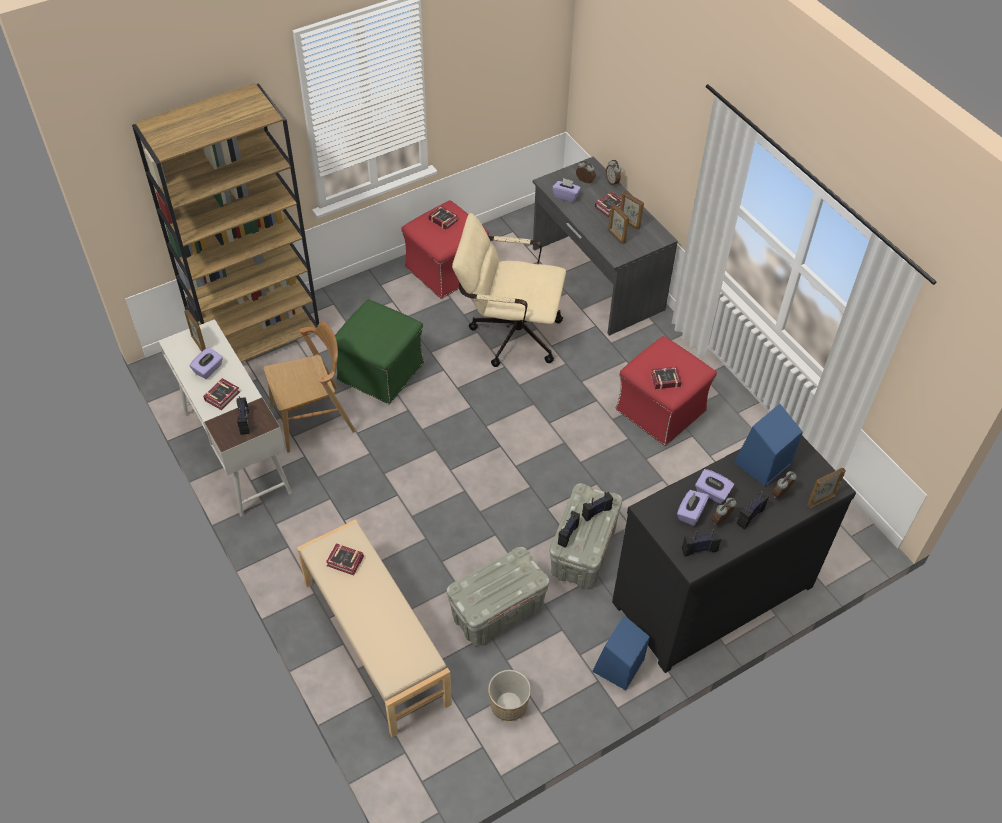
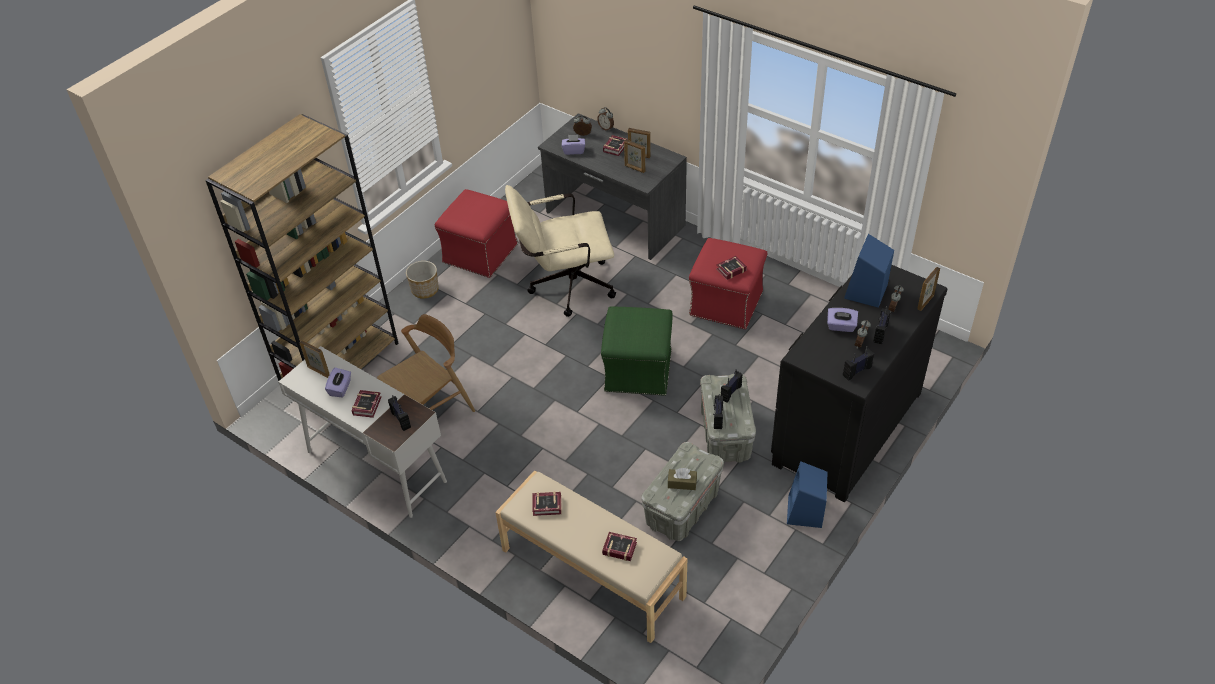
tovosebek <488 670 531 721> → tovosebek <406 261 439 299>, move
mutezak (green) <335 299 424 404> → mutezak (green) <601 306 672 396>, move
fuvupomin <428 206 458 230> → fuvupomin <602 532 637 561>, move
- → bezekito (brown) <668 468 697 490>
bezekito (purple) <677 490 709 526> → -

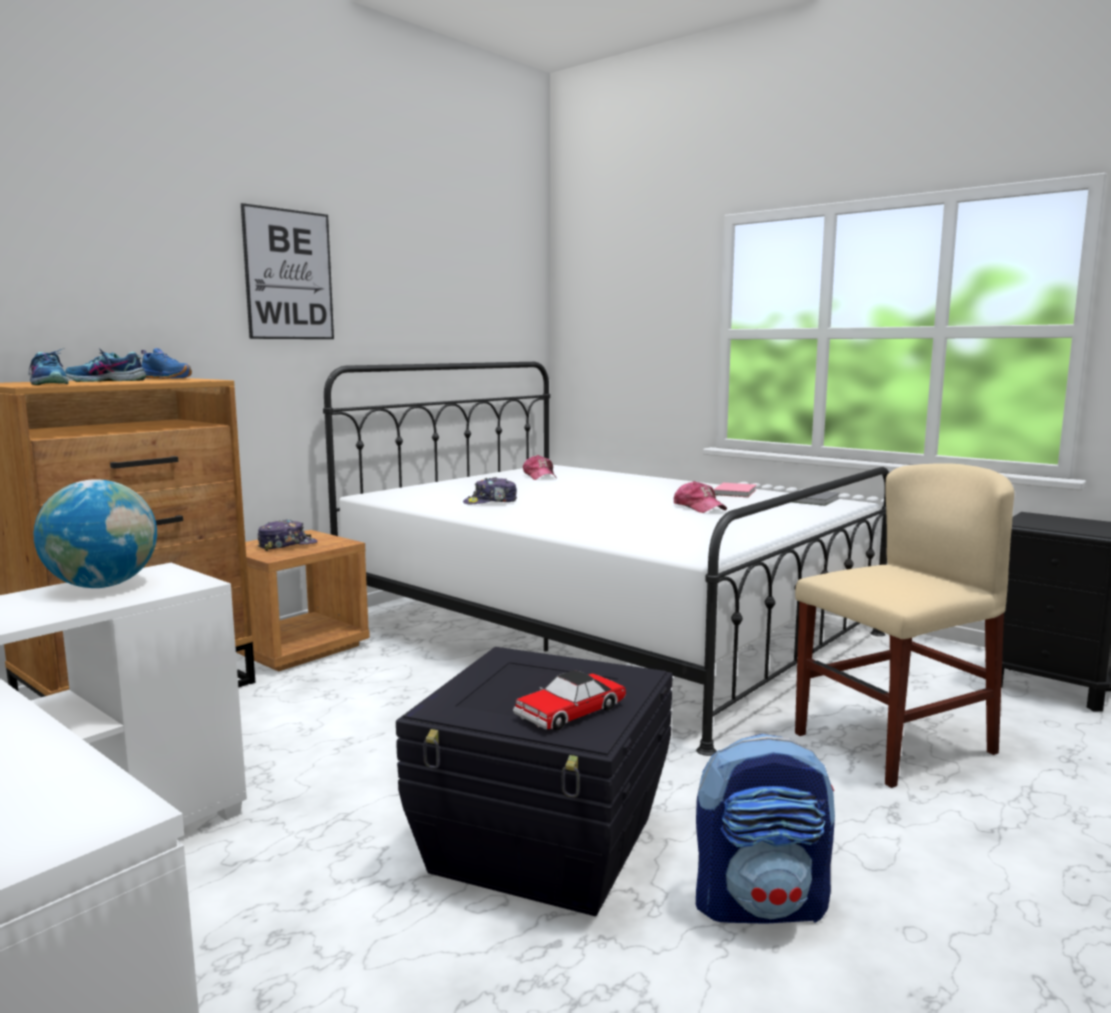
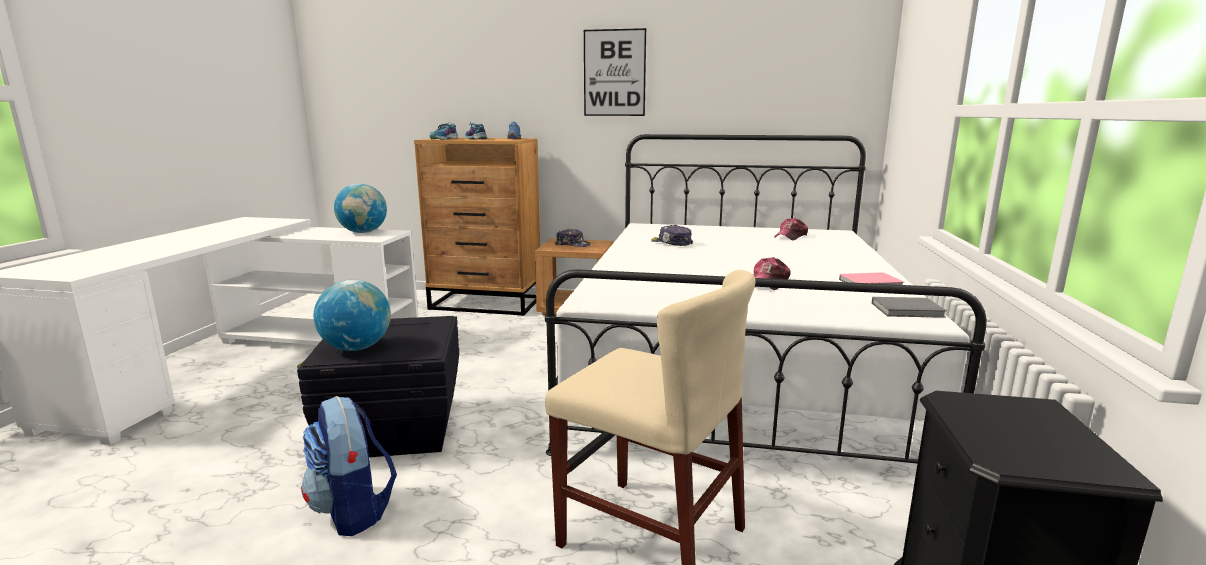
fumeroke <513 670 626 730> → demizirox <313 280 391 351>

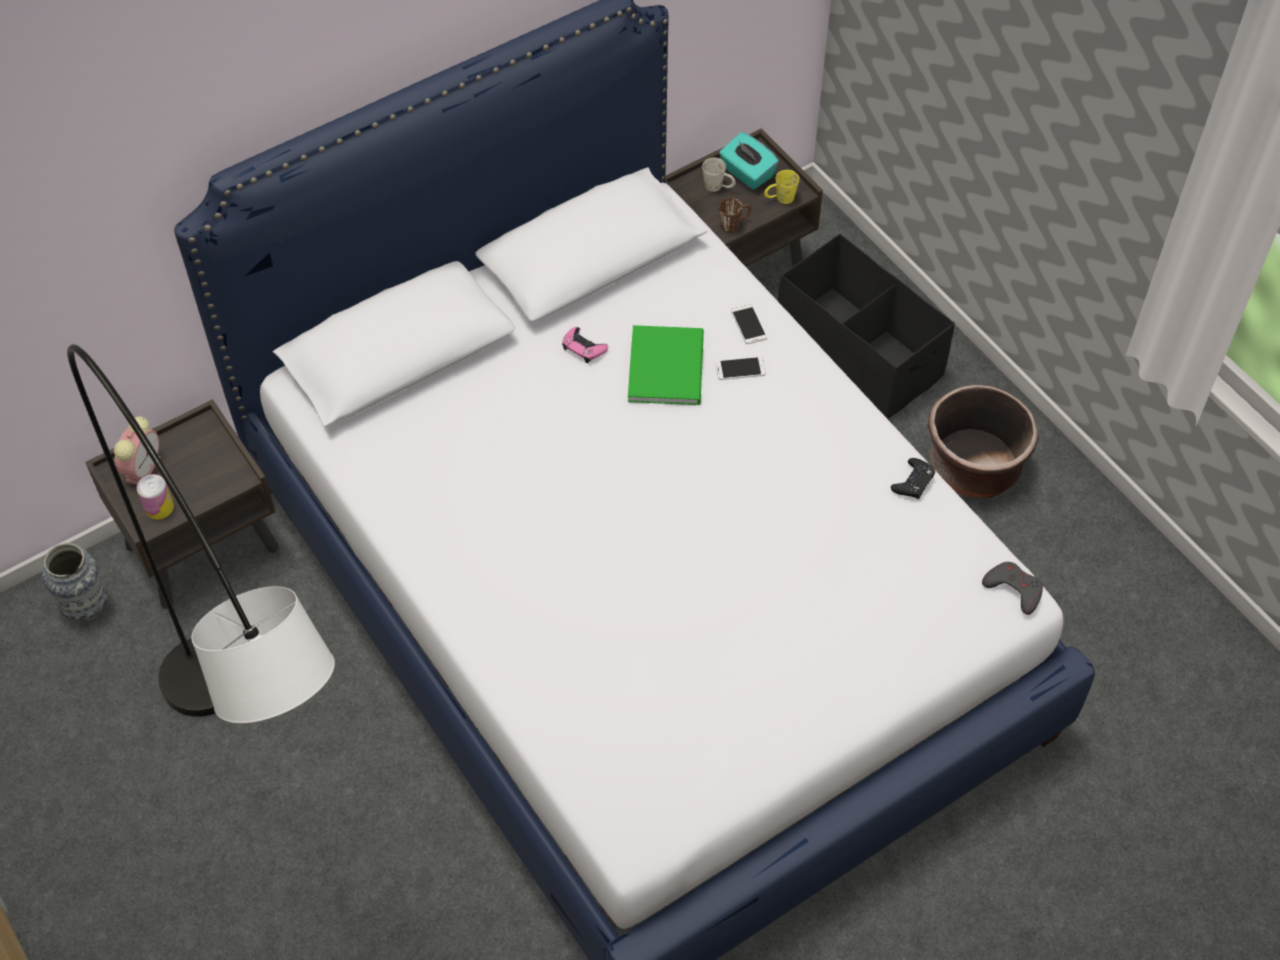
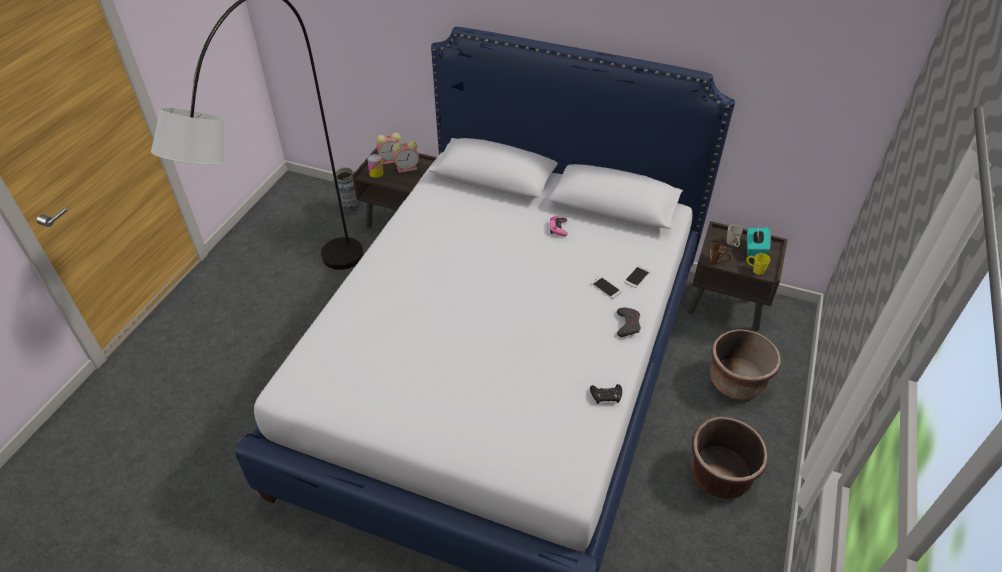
- → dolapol <392 141 419 173>
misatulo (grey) <982 562 1043 615> → misatulo (grey) <617 308 641 337>, move
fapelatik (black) <778 234 955 419> → tovosebek (brown) <710 329 781 400>
fuvupomin (green) <628 325 704 405> → -

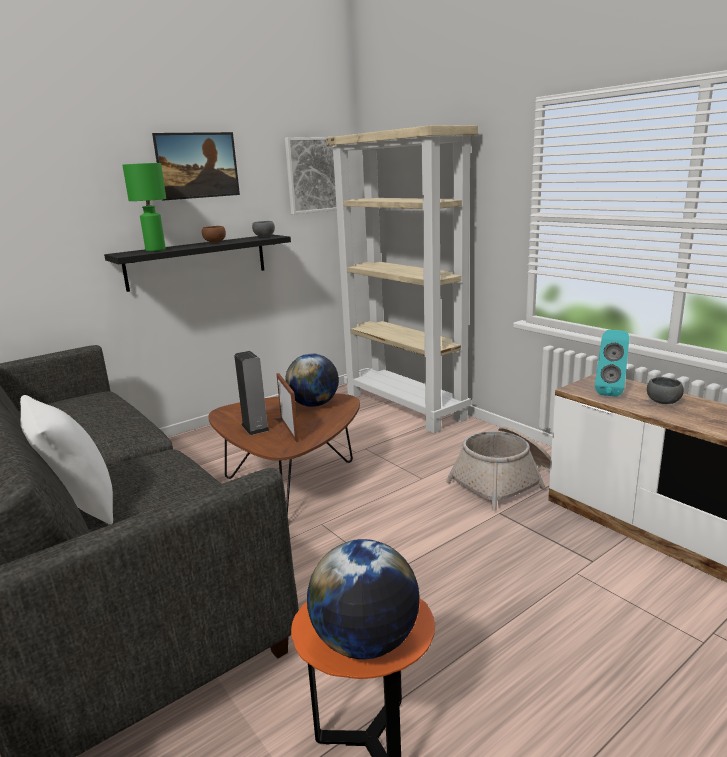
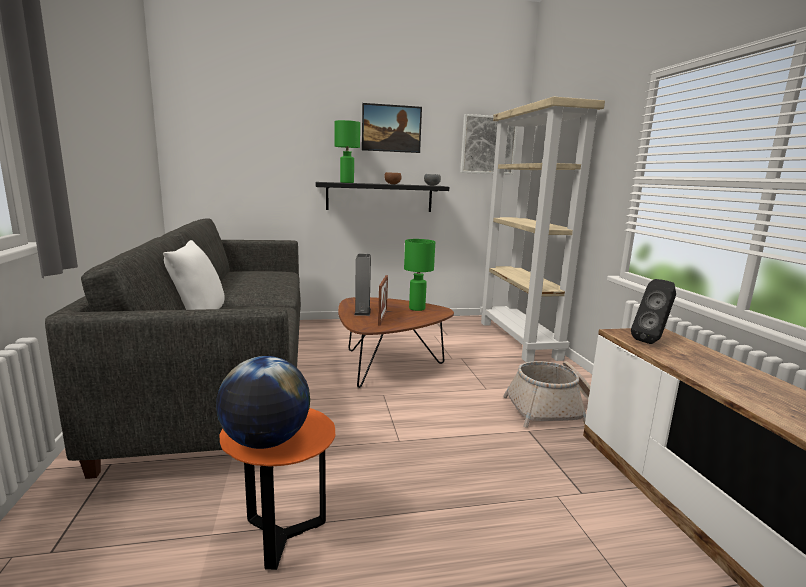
demizirox <285 354 339 407> → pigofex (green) <404 239 435 311>
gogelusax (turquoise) <595 330 629 397> → gogelusax (black) <631 279 676 344>
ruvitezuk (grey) <647 377 684 404> → -

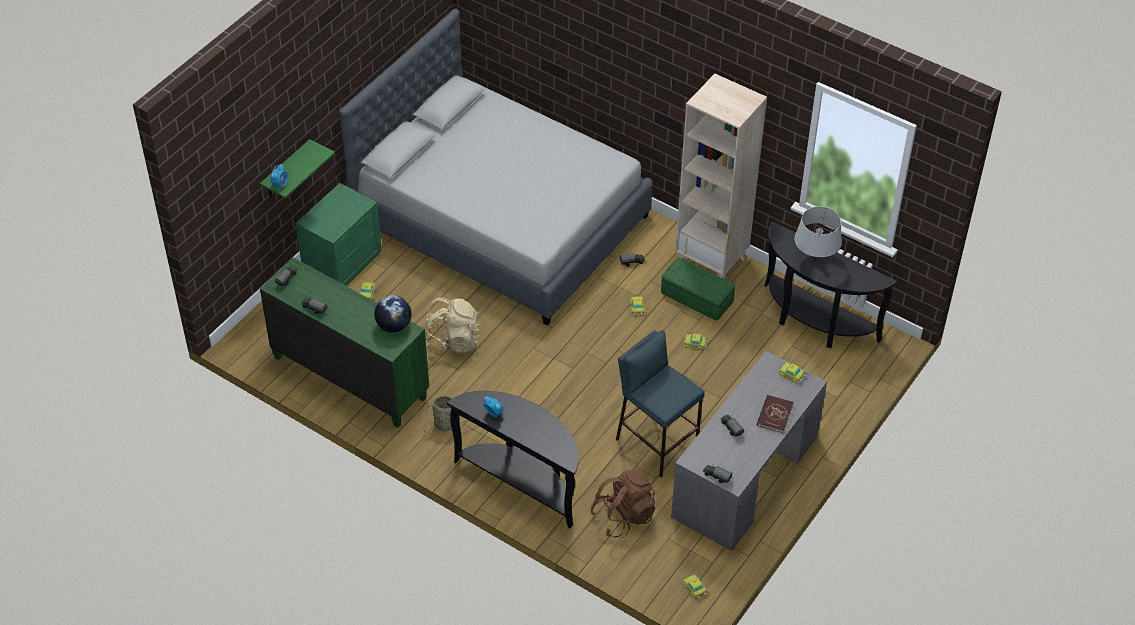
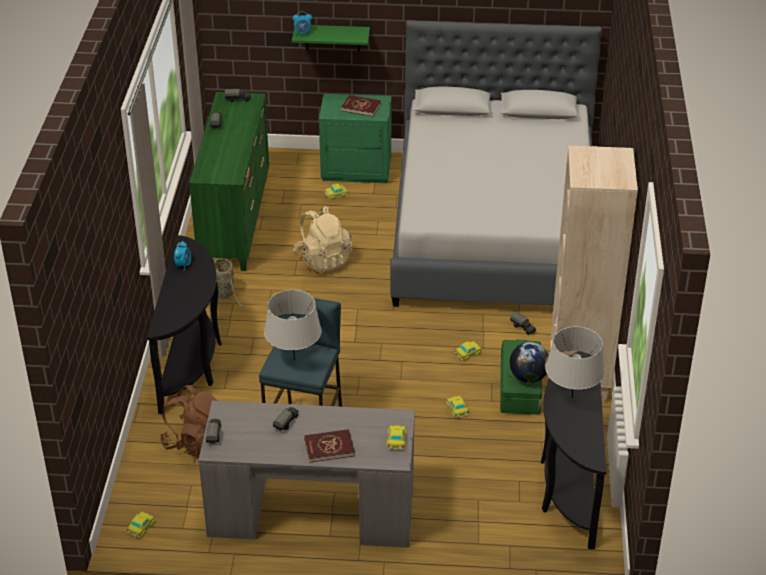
- → pigofex (grey) <264 290 322 360>
- → fuvupomin (red) <341 95 381 117>
demizirox <374 295 412 333> → demizirox <510 342 549 383>, move

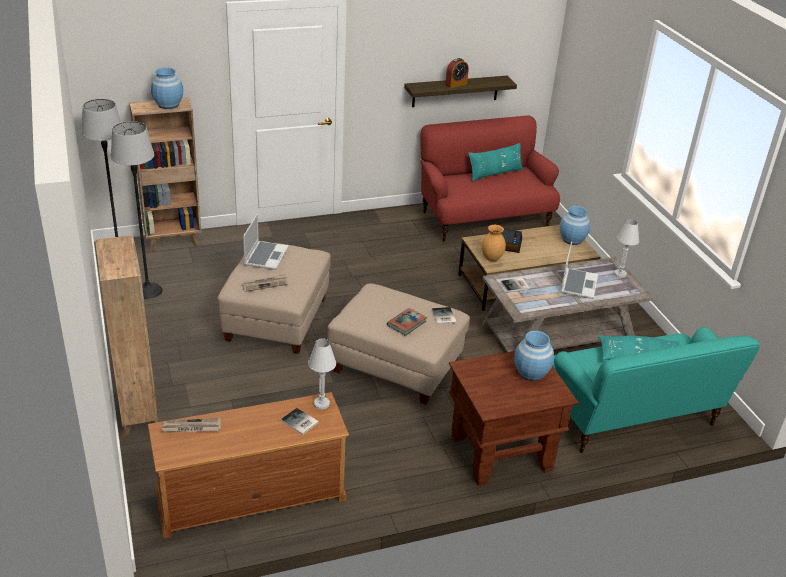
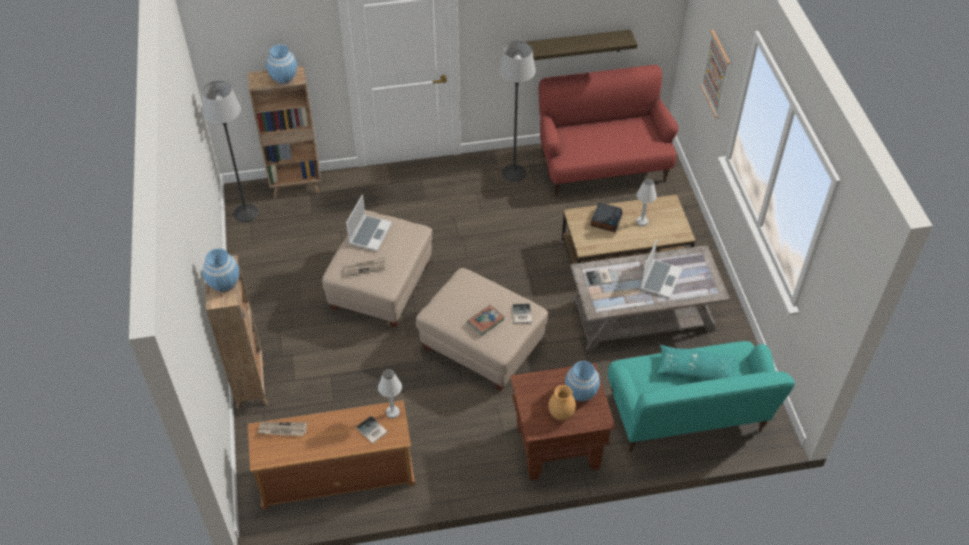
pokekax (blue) <560 206 590 245> → pokekax (blue) <203 248 239 292>, move
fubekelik <111 121 163 299> → fubekelik <499 41 536 182>, move
pokekax (brown) <482 225 506 261> → pokekax (brown) <548 385 576 421>, move
pigofex (white) <614 219 639 278> → pigofex (white) <636 179 657 226>, move
- → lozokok <700 29 730 118>
dolapol <445 58 469 88> → -
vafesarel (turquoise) <468 143 523 182> → -

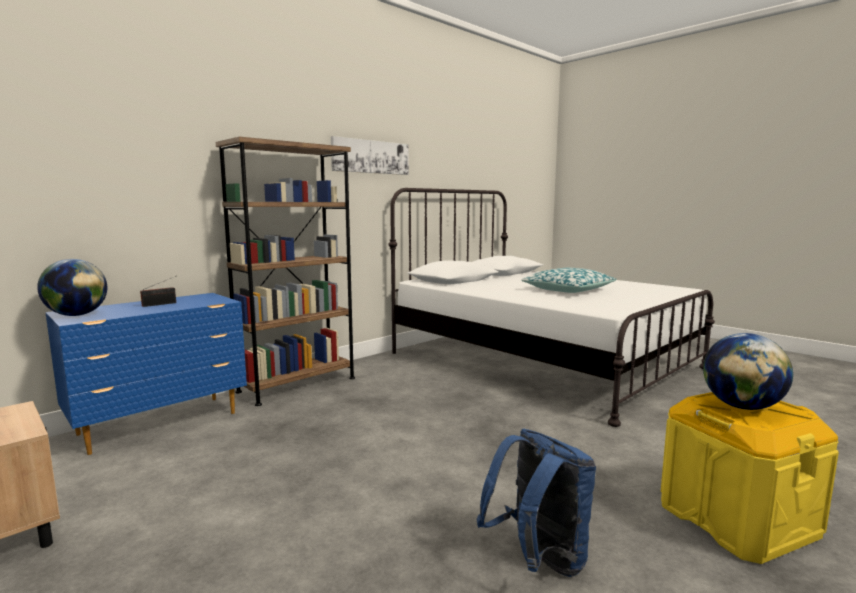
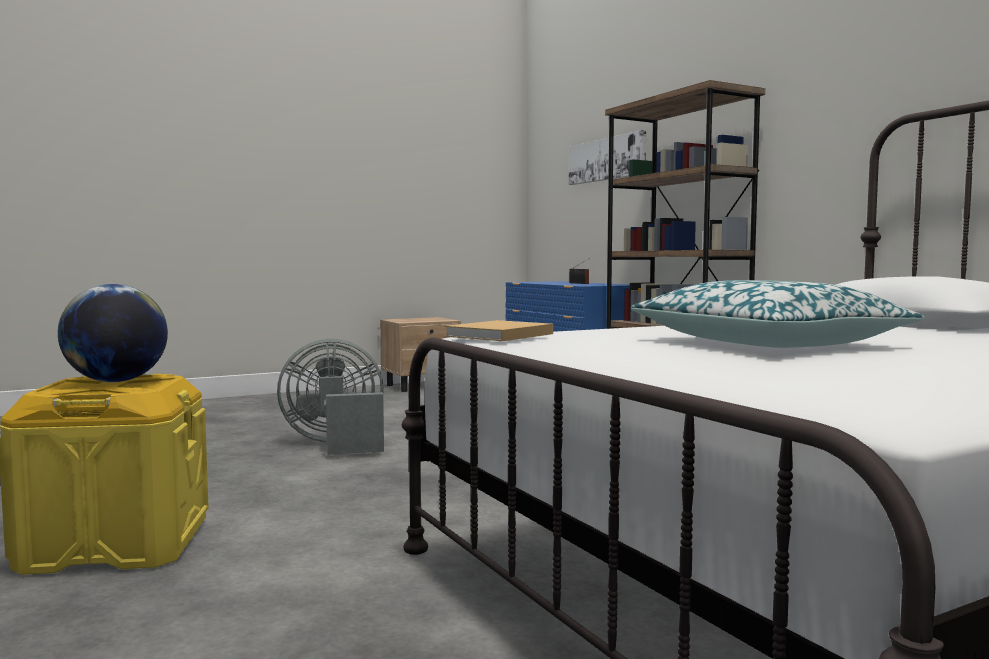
- → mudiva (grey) <277 339 384 455>
- → fuvupomin (beige) <444 320 553 341>
lozokok <331 136 409 175> → lozokok <569 130 647 185>, move
demizirox <37 259 107 316> → -
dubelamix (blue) <477 429 596 577> → -

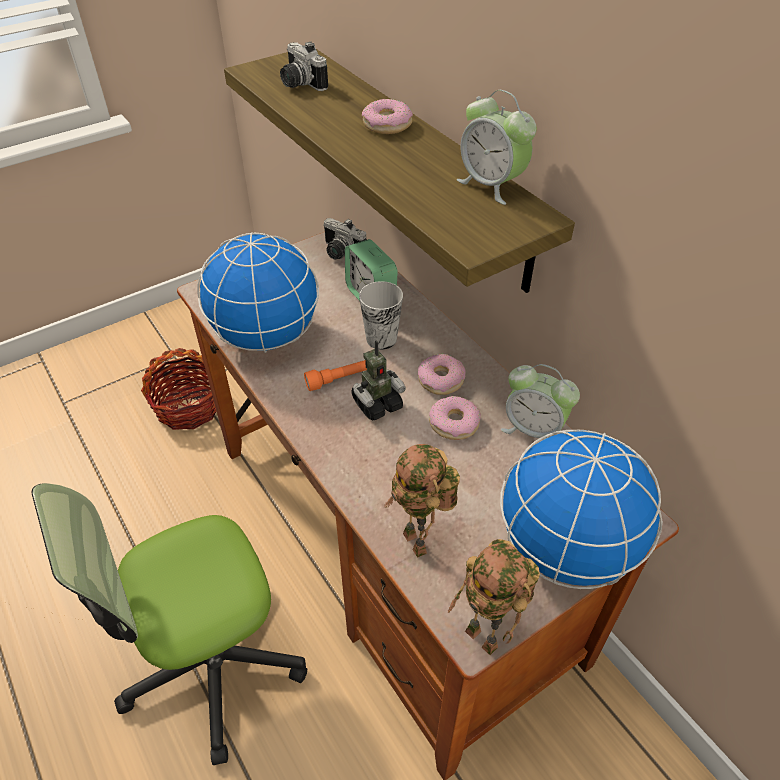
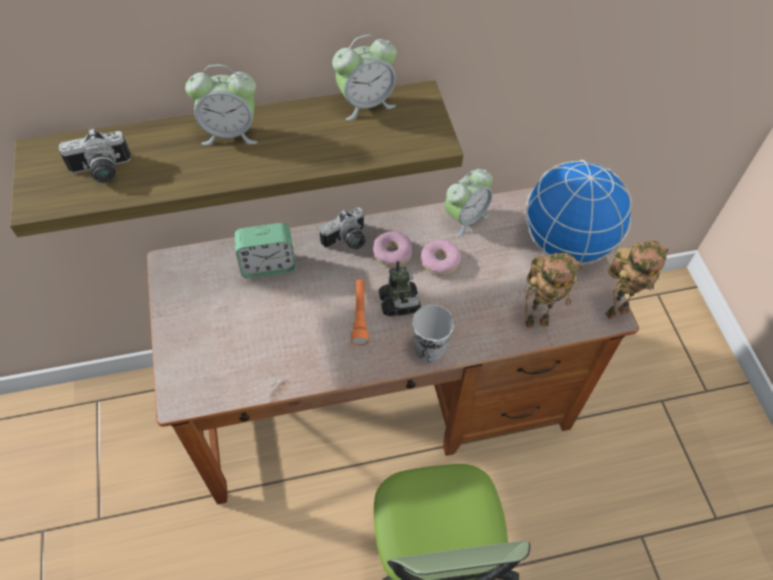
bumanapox <362 99 413 134> → dolapol <185 65 257 145>
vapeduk <323 218 366 260> → vapeduk <320 207 366 250>, move
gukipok <359 281 403 350> → gukipok <412 305 454 363>, move
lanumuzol <141 348 217 430> → -
demizirox <197 232 319 353> → -

